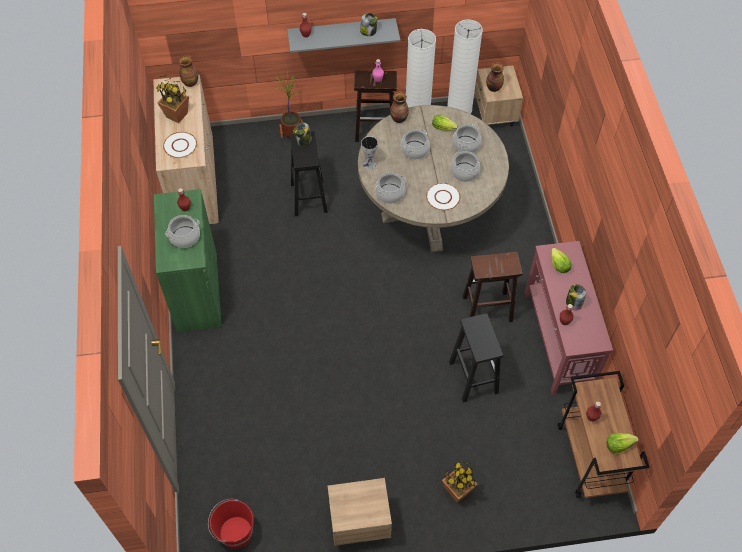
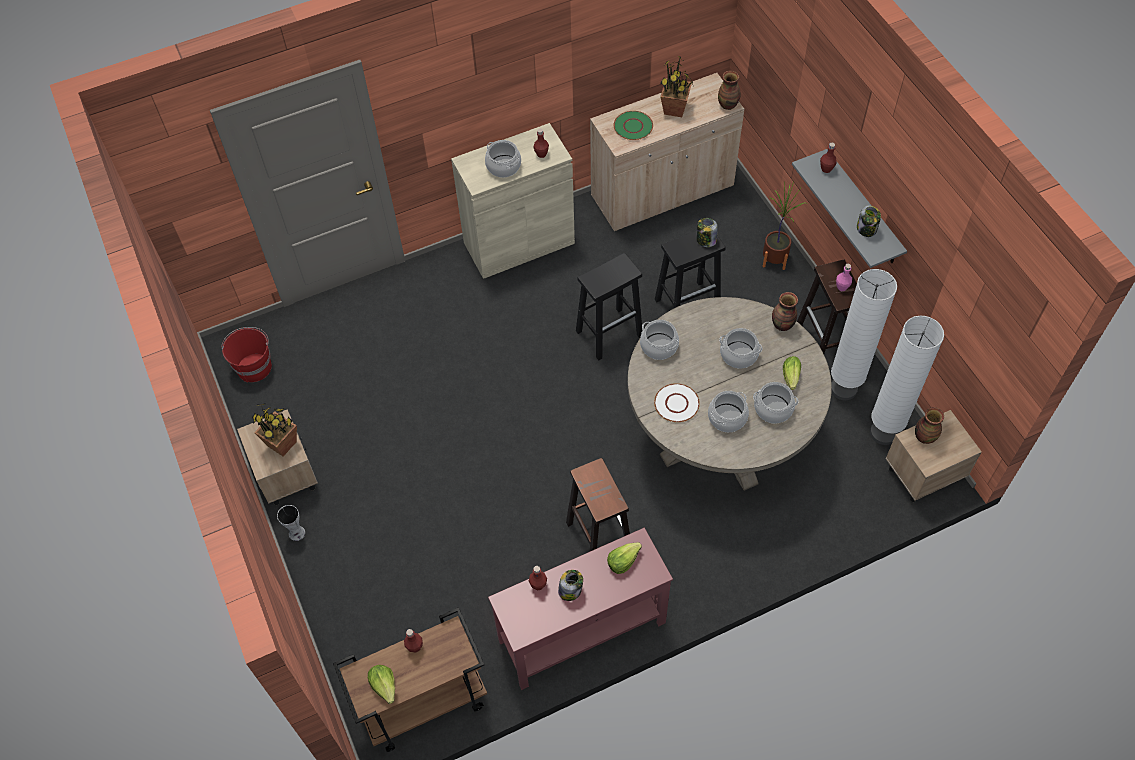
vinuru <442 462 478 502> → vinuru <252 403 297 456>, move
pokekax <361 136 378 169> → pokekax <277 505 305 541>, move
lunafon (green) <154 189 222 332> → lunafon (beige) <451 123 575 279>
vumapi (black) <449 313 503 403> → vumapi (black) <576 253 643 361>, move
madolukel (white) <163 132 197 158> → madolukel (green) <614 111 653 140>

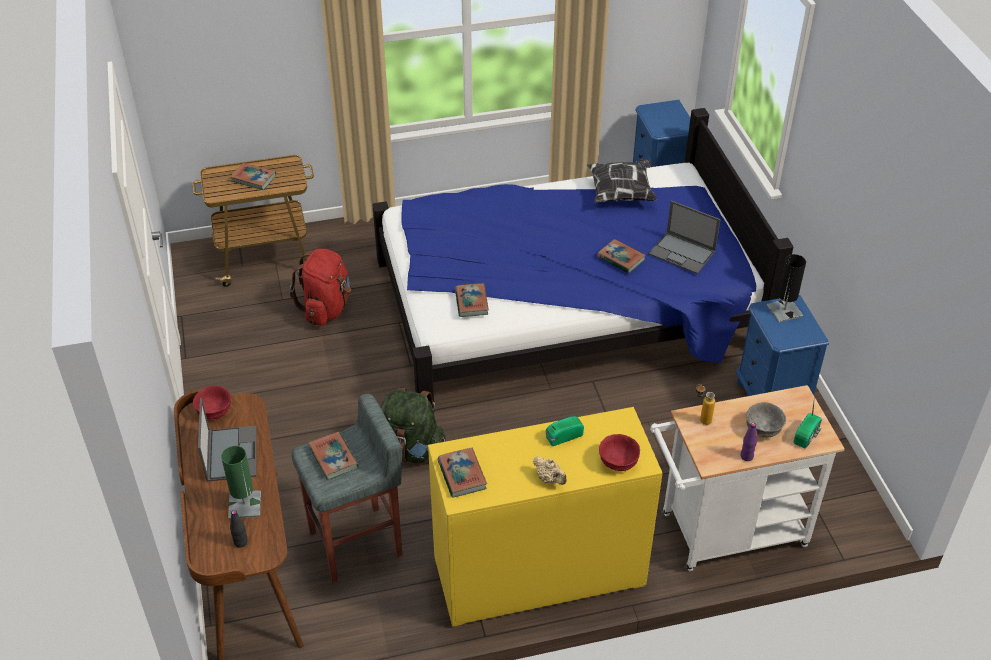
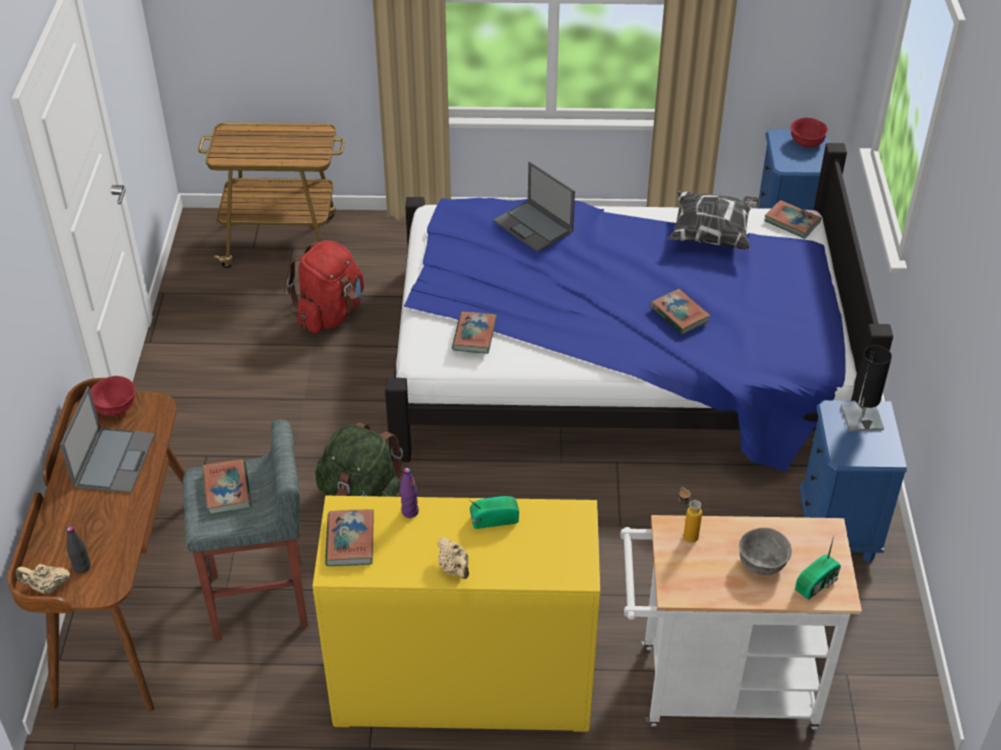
- → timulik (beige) <16 564 70 593>
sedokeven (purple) <740 423 757 461> → sedokeven (purple) <400 468 419 518>, move
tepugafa <649 200 721 274> → tepugafa <493 161 575 252>, move
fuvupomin <230 163 276 190> → fuvupomin <764 200 821 239>, move
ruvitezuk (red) <599 434 640 471> → ruvitezuk (red) <790 118 828 148>, move
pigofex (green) <221 446 261 519> → -

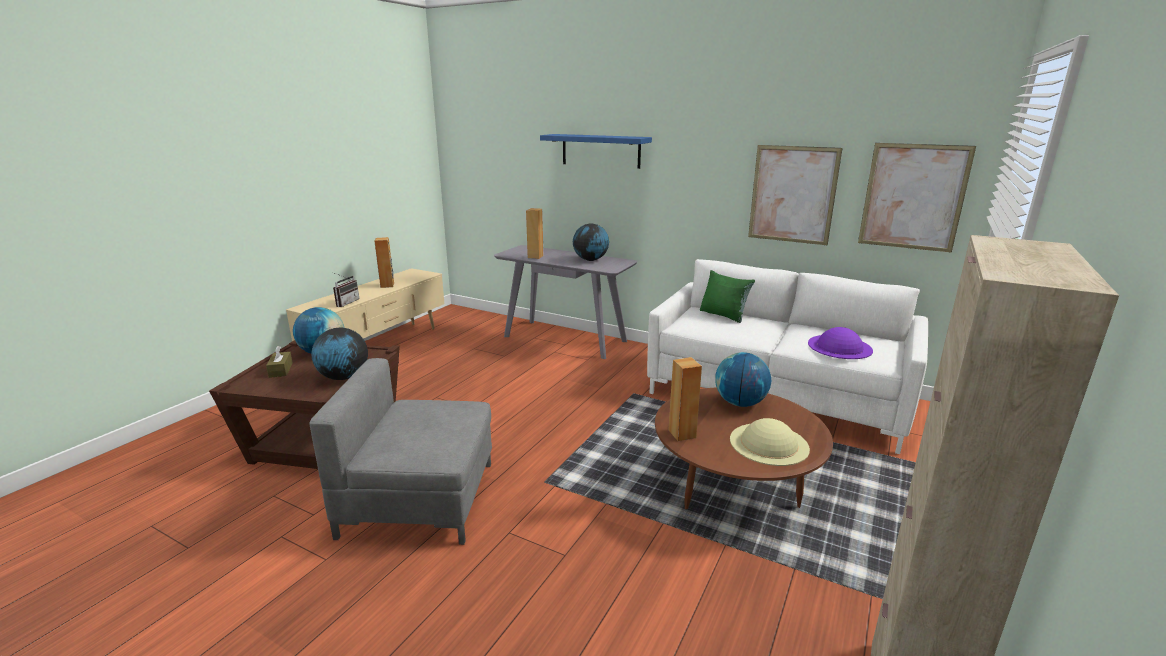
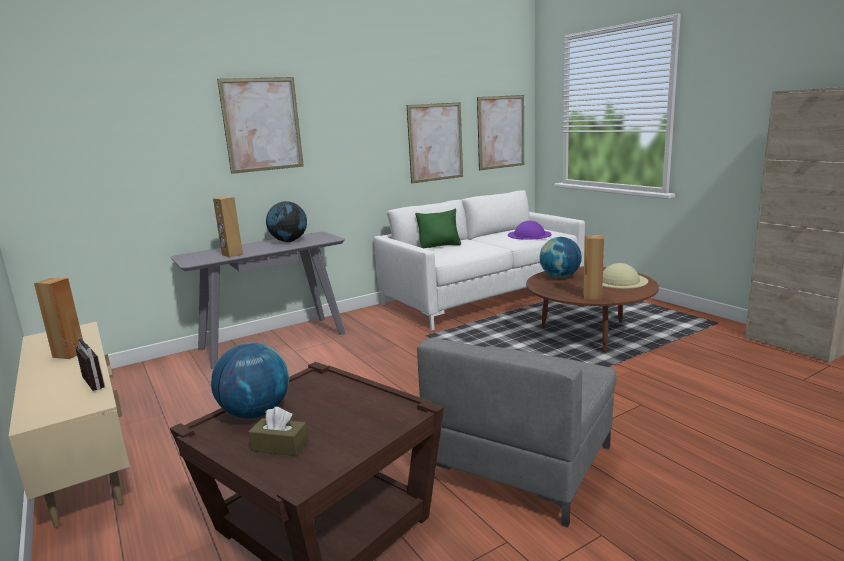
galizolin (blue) <540 134 652 169> → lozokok <217 77 304 174>
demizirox <311 328 368 380> → -

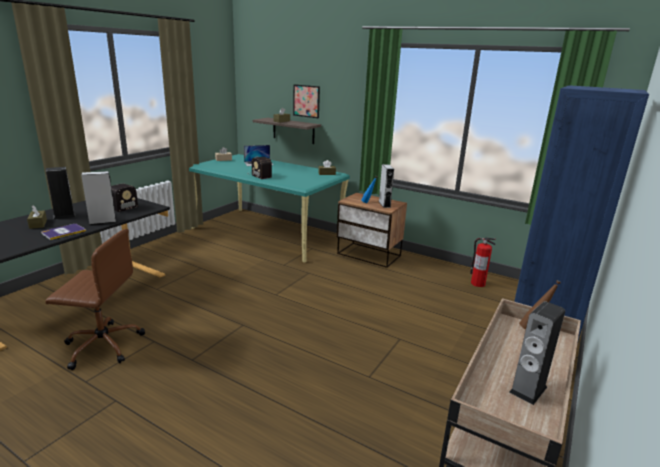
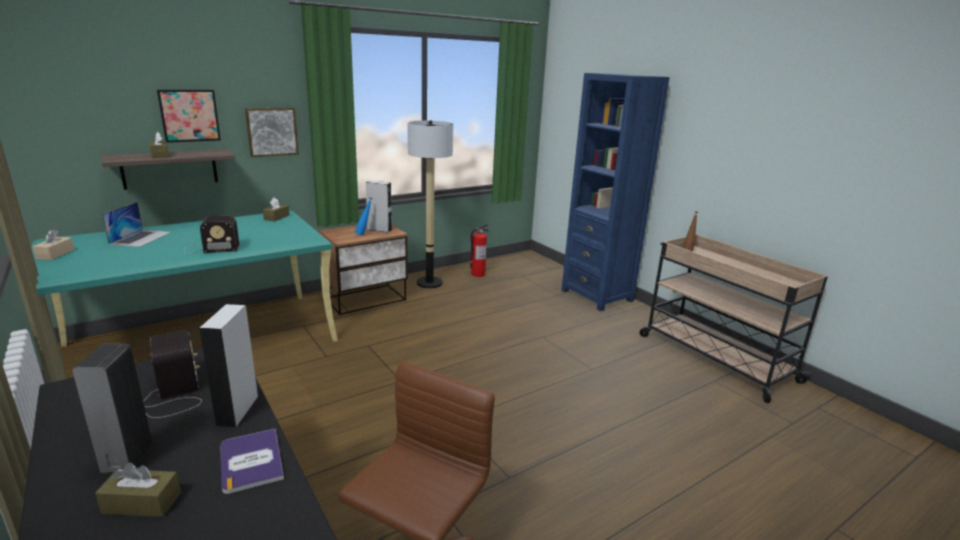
- → lozokok <245 108 299 157>
- → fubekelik <408 120 453 288>
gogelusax <509 301 565 405> → -

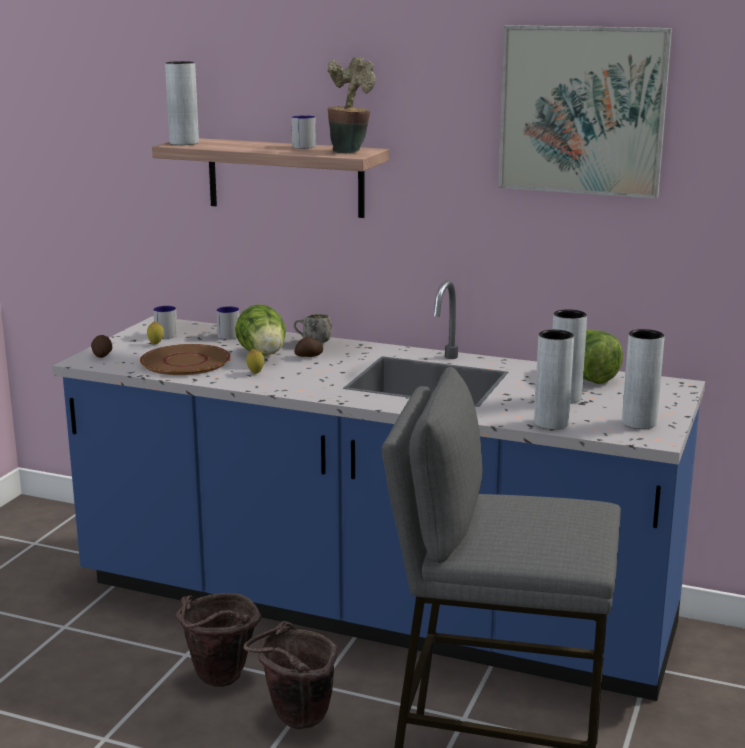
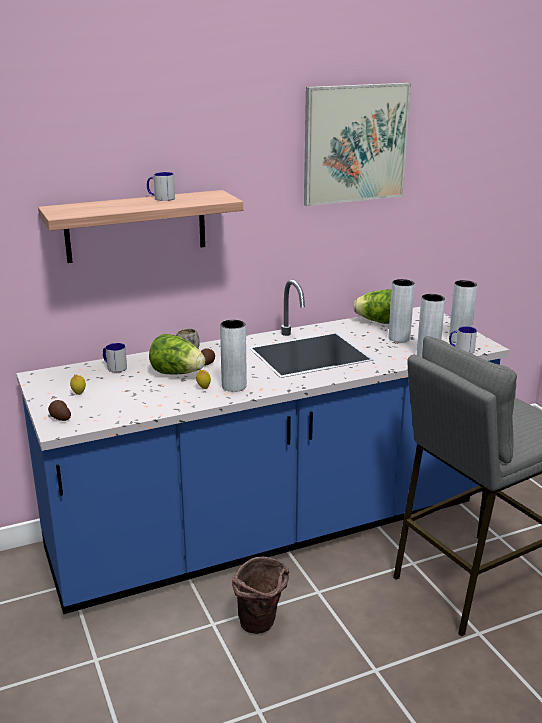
pokekax (grey) <165 61 199 145> → pokekax (grey) <220 319 247 392>, move
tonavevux <153 306 178 339> → tonavevux <449 326 477 354>, move
madolukel (brown) <140 344 230 375> → -
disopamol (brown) <243 621 338 729> → -
vinuru <328 57 376 153> → -

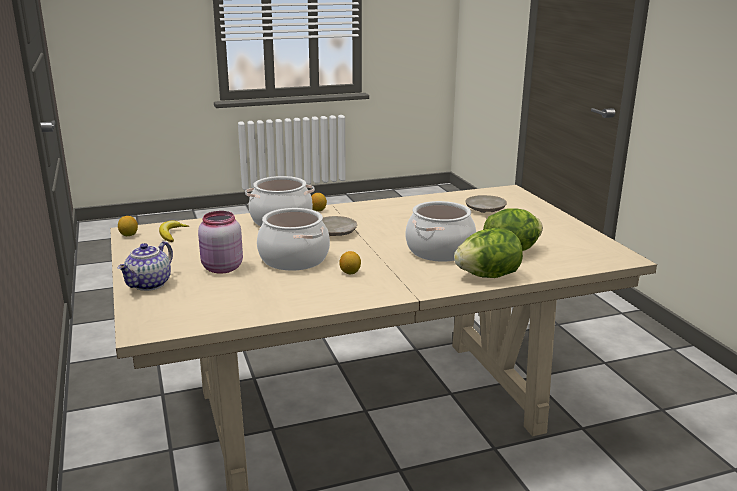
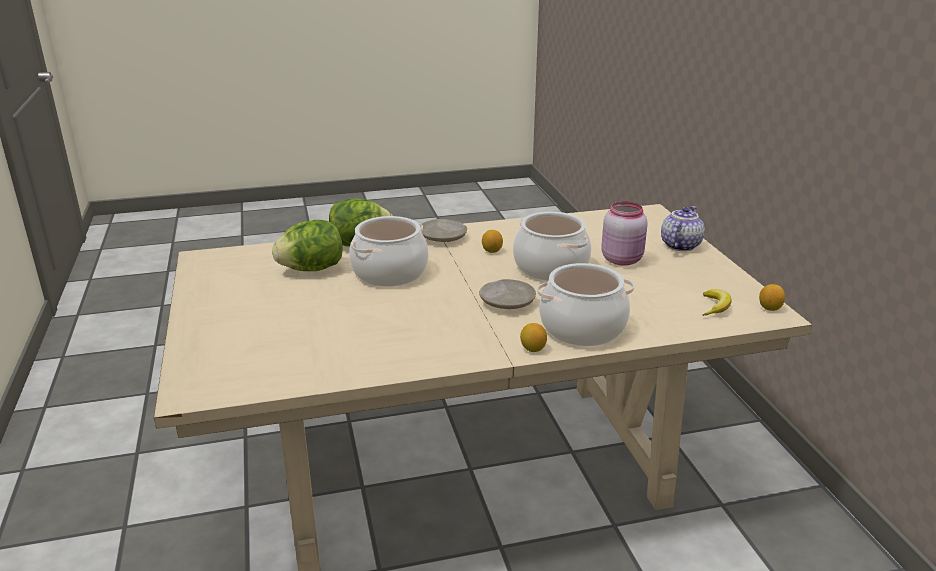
madolukel (beige) <465 195 507 213> → madolukel (beige) <422 219 467 242>, move

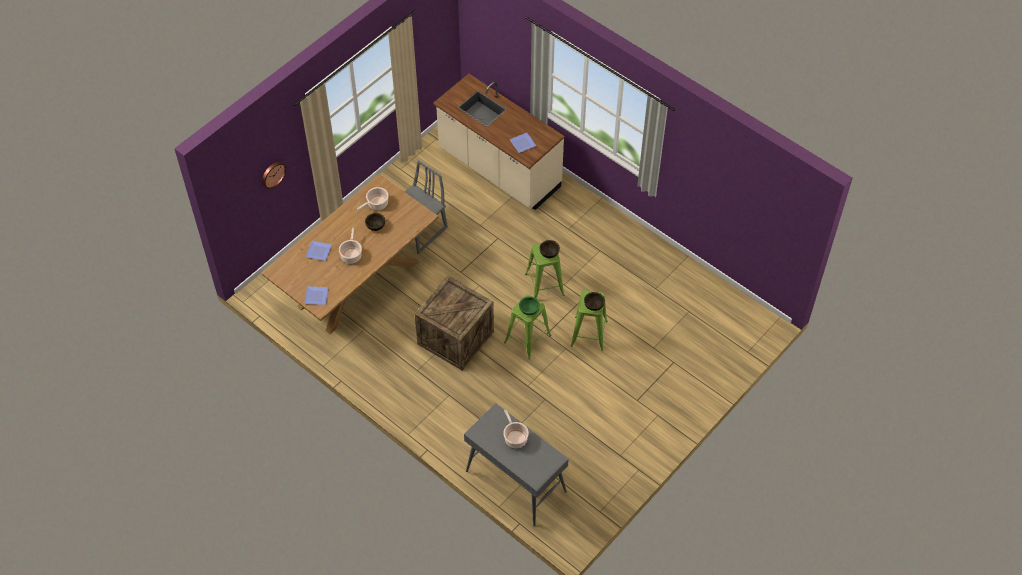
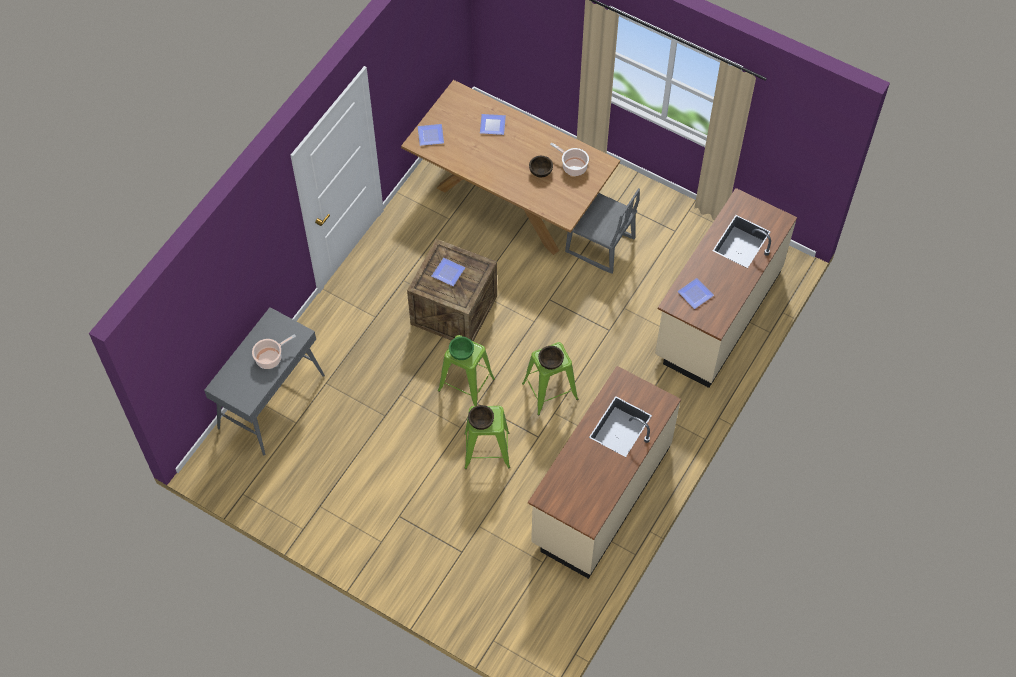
- → madolukel <432 258 465 286>
- → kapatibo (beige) <528 366 681 579>
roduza <262 162 286 189> → -
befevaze <339 228 362 264> → -

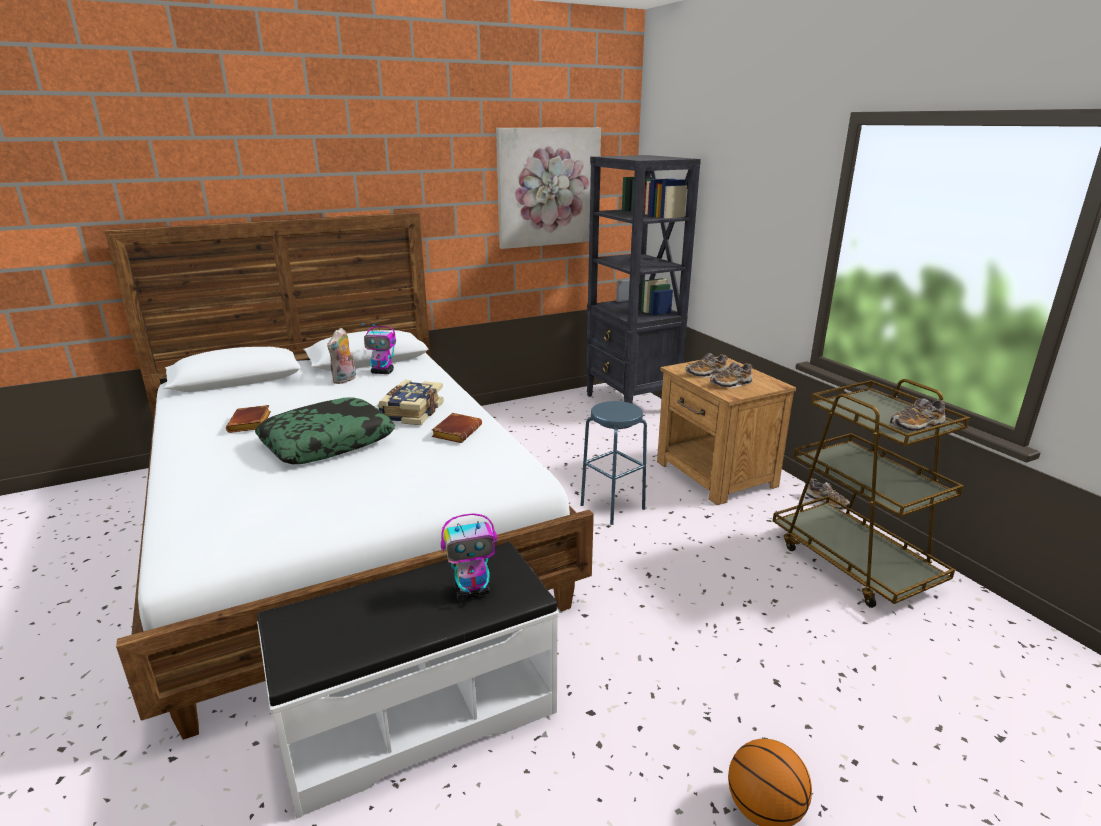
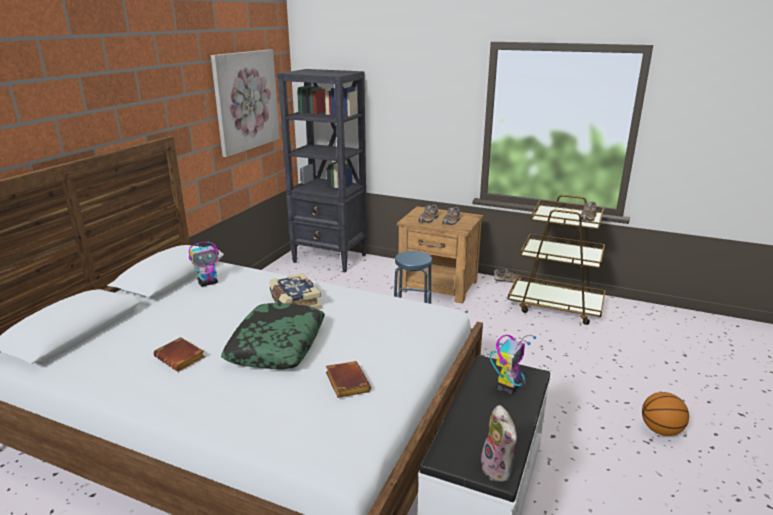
fuvupomin (brown) <432 413 482 443> → fuvupomin (brown) <326 361 371 398>, move
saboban <327 328 356 384> → saboban <481 405 517 482>, move

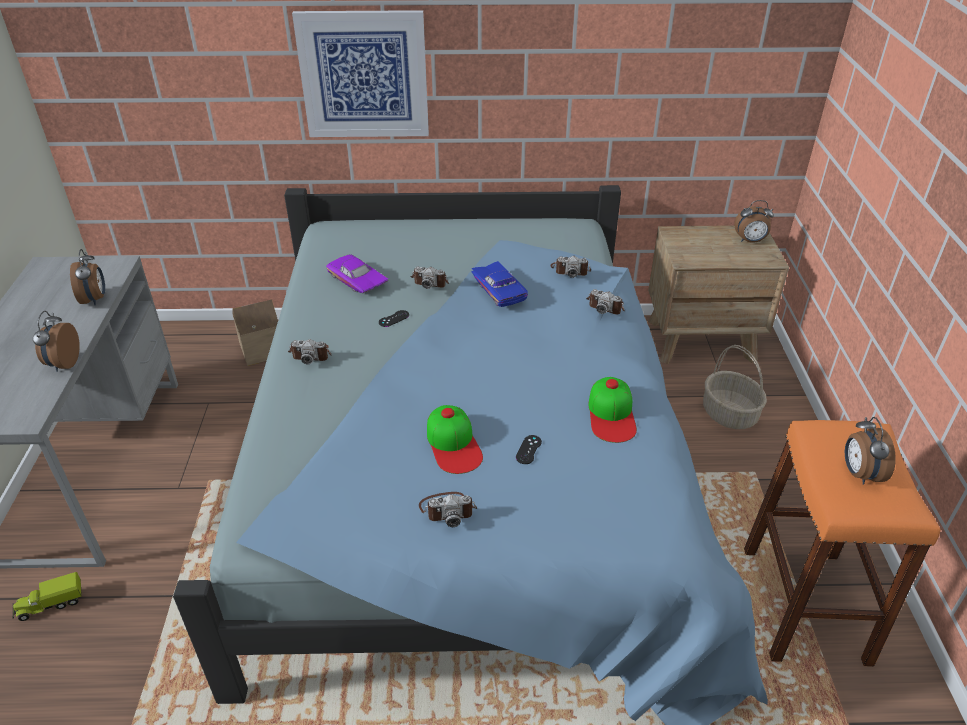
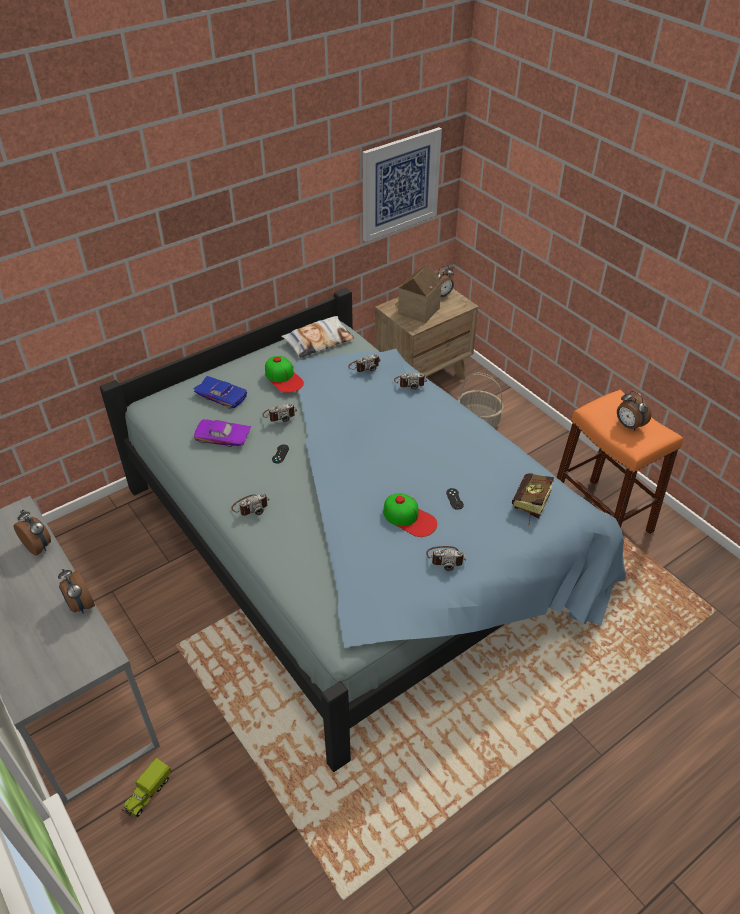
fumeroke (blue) <471 261 528 307> → fumeroke (blue) <193 376 247 409>, move
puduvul <588 377 637 443> → puduvul <265 356 304 393>, move
- → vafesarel <281 316 354 358>
lozokok <292 10 429 137> → lozokok <363 127 442 242>, move
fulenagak <233 299 278 366> → fulenagak <395 264 442 323>, move
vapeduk <419 492 477 527> → vapeduk <426 546 466 571>, 45 degrees clockwise
- → fuvupomin <512 473 554 527>

